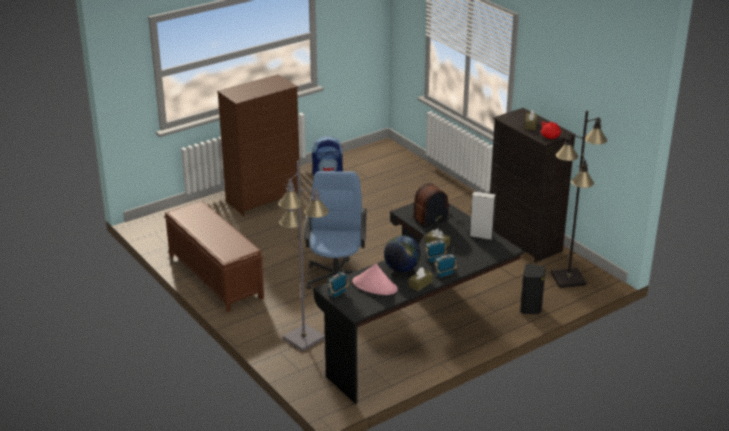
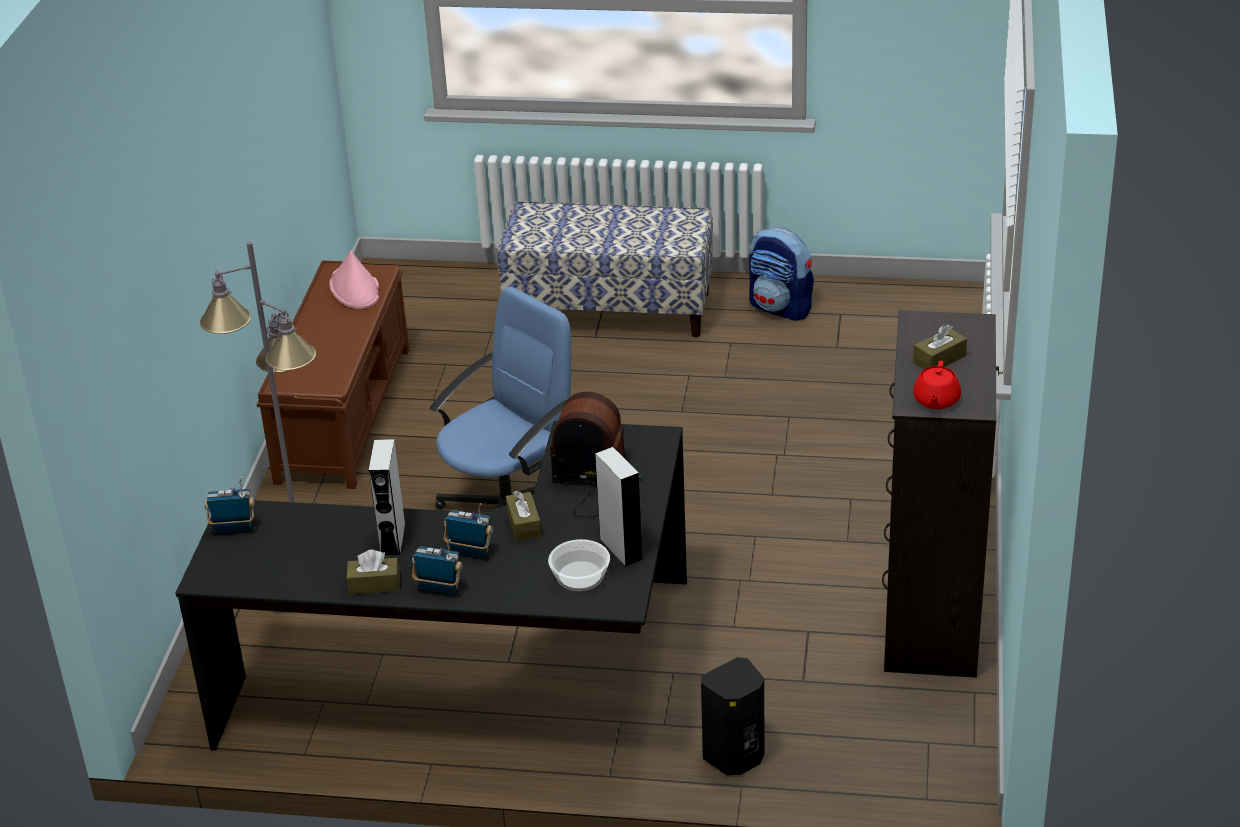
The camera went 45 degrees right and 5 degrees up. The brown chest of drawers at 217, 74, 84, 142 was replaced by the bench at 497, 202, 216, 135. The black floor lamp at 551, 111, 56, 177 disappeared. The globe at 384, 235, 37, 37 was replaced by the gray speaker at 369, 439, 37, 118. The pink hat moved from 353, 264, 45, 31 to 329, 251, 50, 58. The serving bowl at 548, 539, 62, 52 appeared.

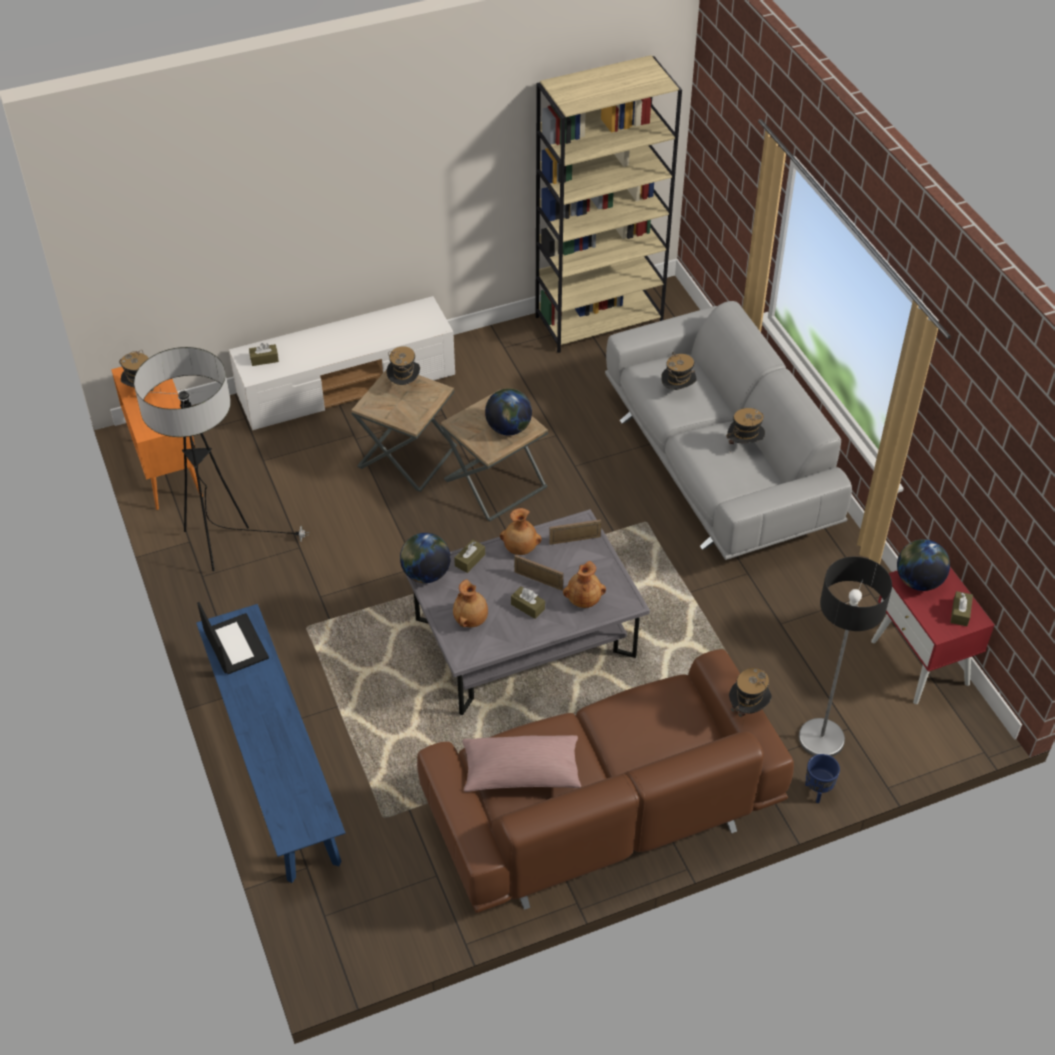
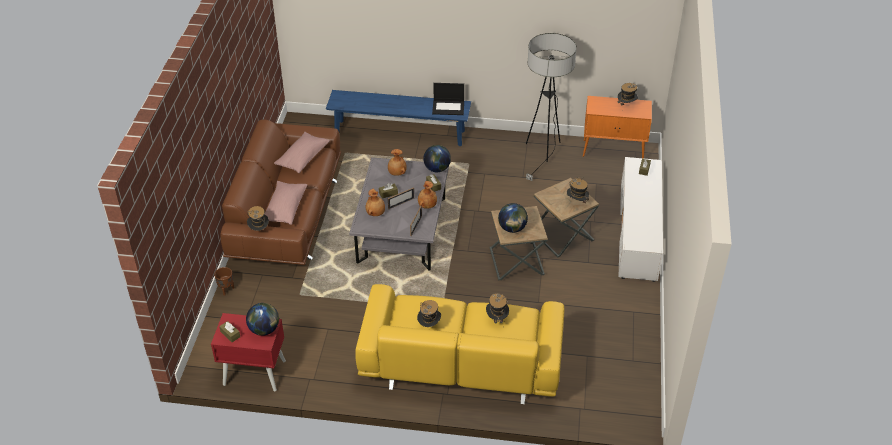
The camera went 120 degrees right and 5 degrees down. The beige-coloured bookshelf at 535, 55, 147, 298 disappeared. The gray couch at 605, 301, 247, 259 became the yellow couch at 355, 284, 209, 120. The floor lamp at 799, 557, 93, 200 disappeared. The blue flower pot at 805, 754, 35, 49 became the brown flower pot at 214, 267, 20, 29. The pink pillow at 265, 181, 42, 44 appeared.

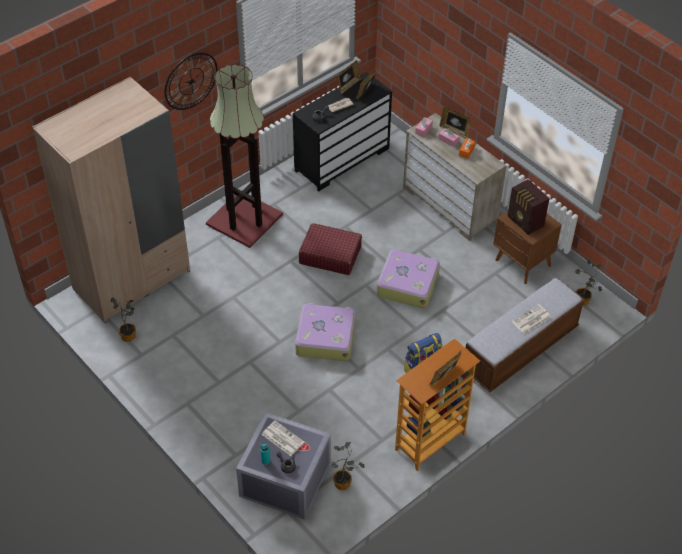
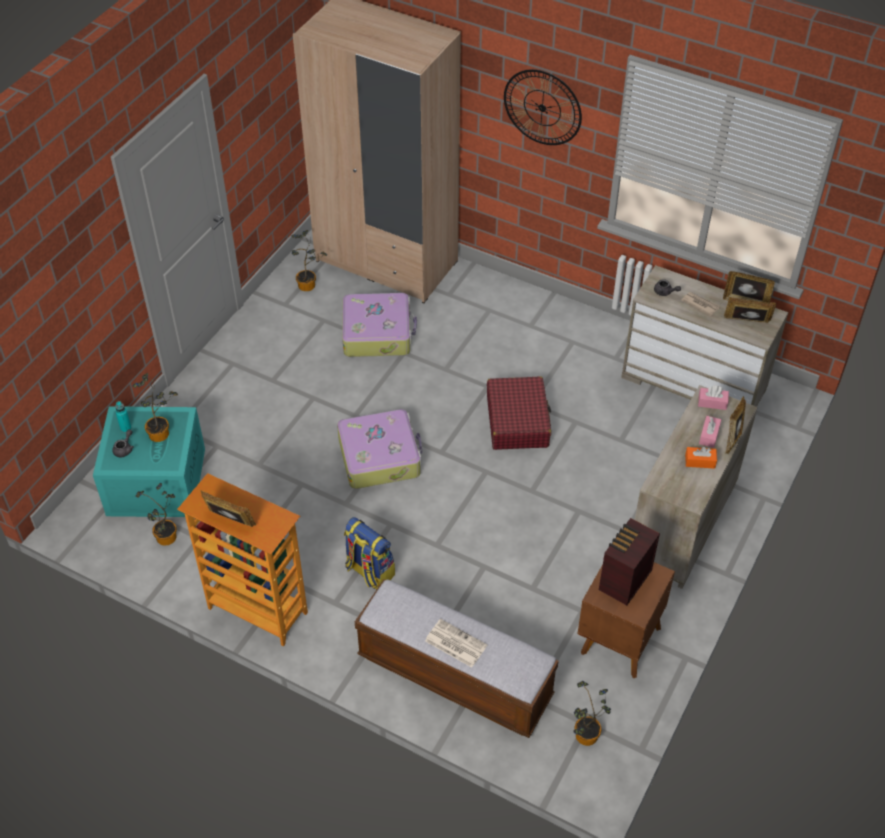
The camera went 70 degrees right and 0 degrees up. The floor lamp at 206, 64, 77, 184 disappeared. The black chest of drawers at 293, 72, 99, 119 became the beige-coloured chest of drawers at 621, 265, 167, 142. The piece of luggage moved from 377, 249, 63, 59 to 342, 293, 75, 64. The gray storage bin at 236, 412, 95, 108 became the turquoise-coloured storage bin at 93, 406, 112, 111. The printed paper at 262, 420, 42, 36 was replaced by the plant in a pot at 132, 373, 46, 69.

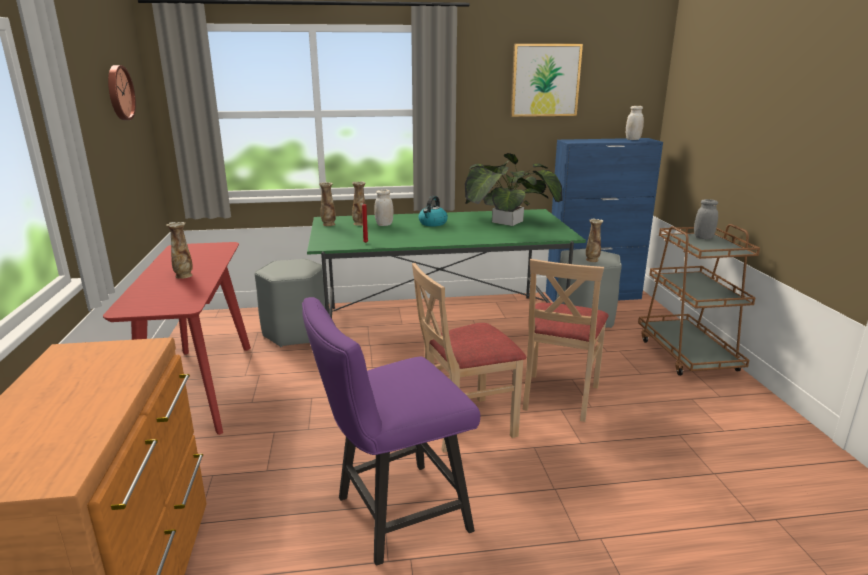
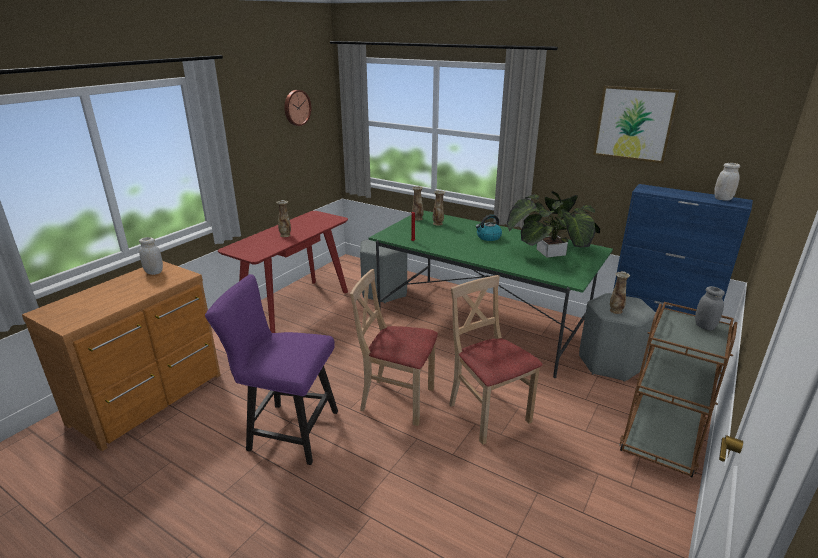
The camera went 40 degrees right and 5 degrees up. The white storage jar moved from 374, 190, 19, 36 to 139, 237, 24, 38. The beige-coloured upright chair at 523, 259, 86, 163 turned 90 degrees clockwise.

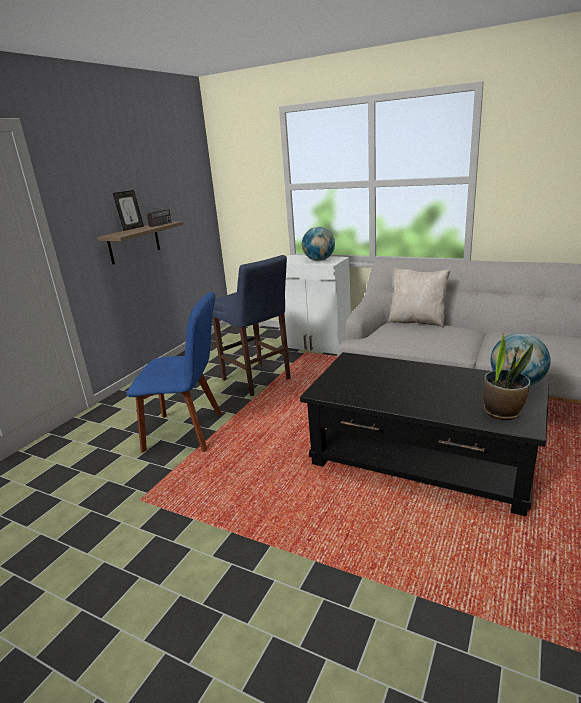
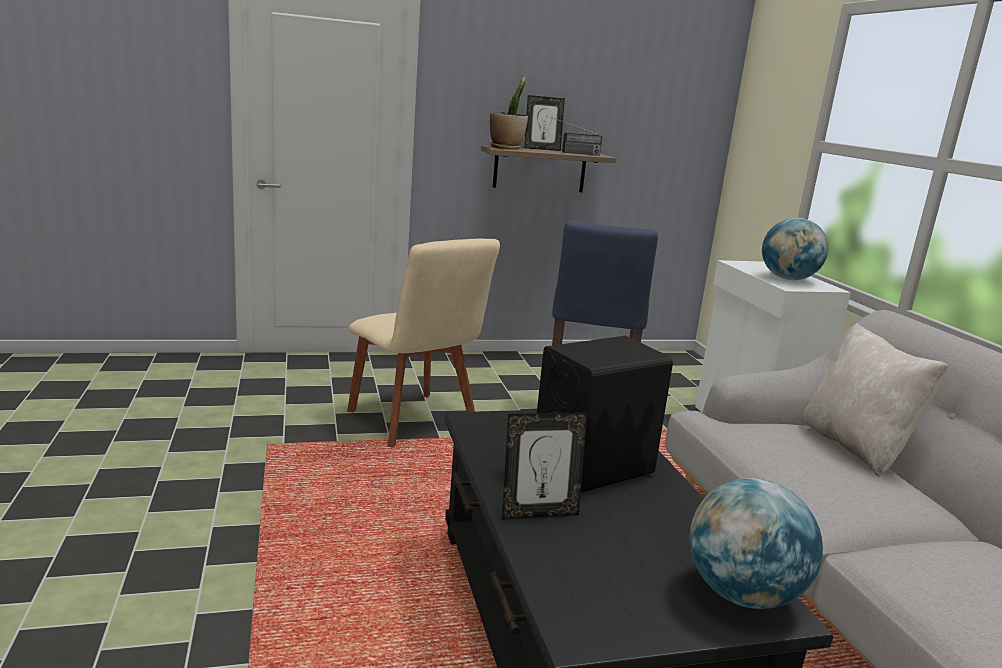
The camera went 45 degrees right and 5 degrees down. The blue upright chair at 126, 292, 96, 161 became the beige-coloured upright chair at 347, 239, 153, 208. The plant in a pot moved from 483, 333, 51, 87 to 490, 77, 38, 73. The black speaker at 537, 336, 136, 156 appeared. The picture frame at 502, 412, 85, 108 appeared.

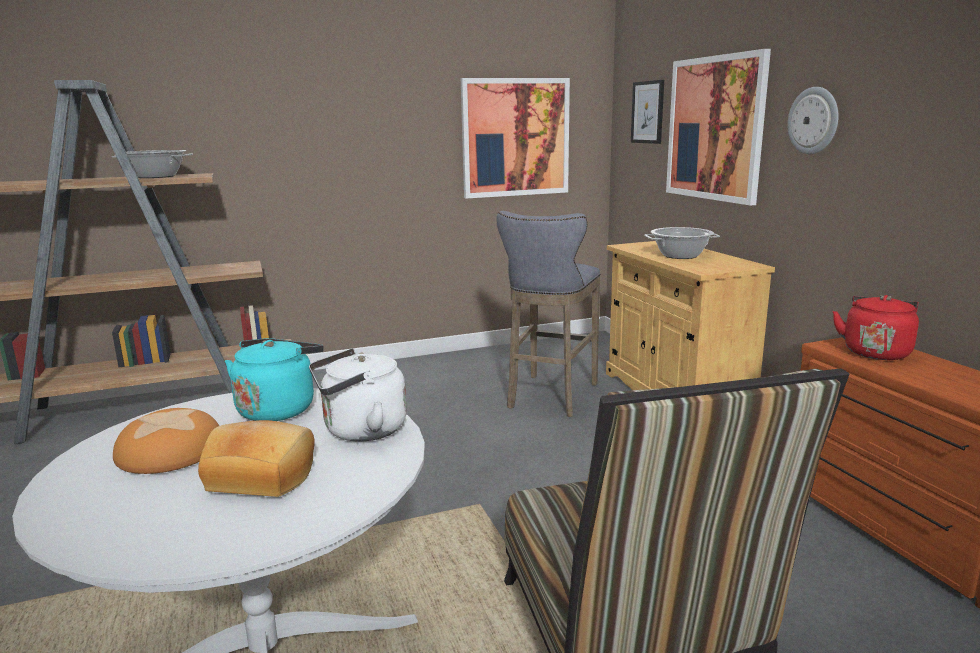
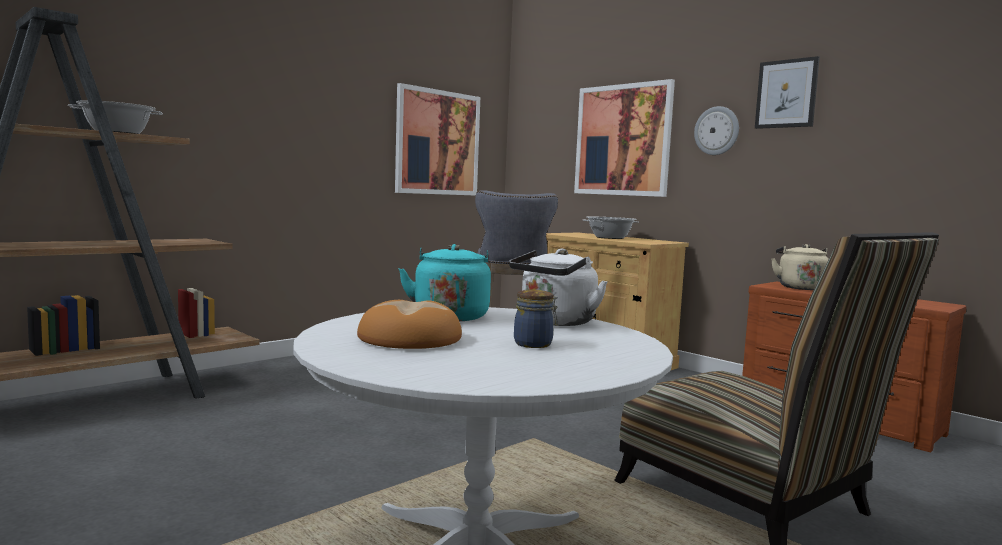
The camera went 25 degrees left and 10 degrees down. The wall picture moved from 631, 80, 33, 64 to 755, 56, 65, 73. The reddish kettle at 833, 295, 86, 65 became the beige-coloured kettle at 771, 244, 57, 46. The bread at 198, 420, 117, 77 was replaced by the storage jar at 514, 290, 44, 58.

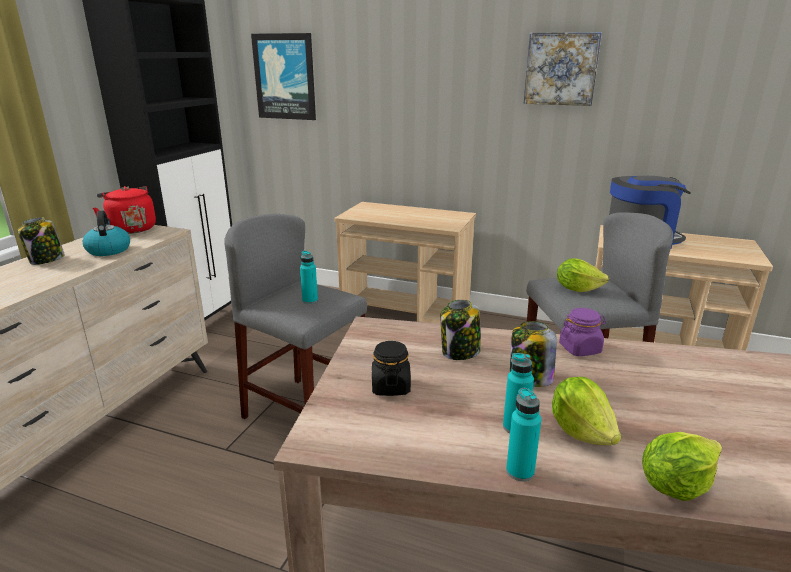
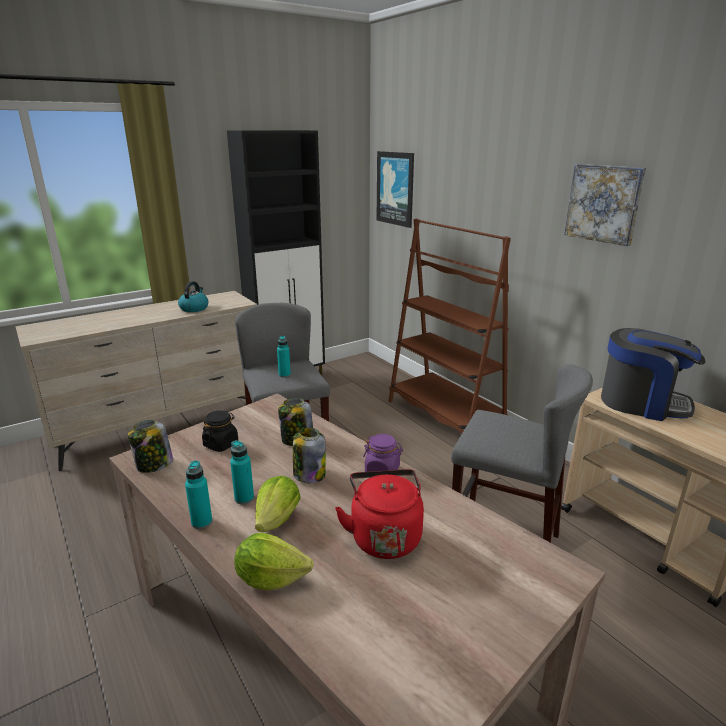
The camera went 35 degrees right and 0 degrees up. The reddish kettle moved from 93, 186, 63, 48 to 335, 469, 89, 90. The beige-coloured wheeled cart at 334, 202, 142, 122 was replaced by the brown bookshelf at 389, 219, 122, 215. The storage jar moved from 17, 217, 48, 48 to 128, 420, 45, 53. The lettuce at 557, 258, 52, 34 disappeared.

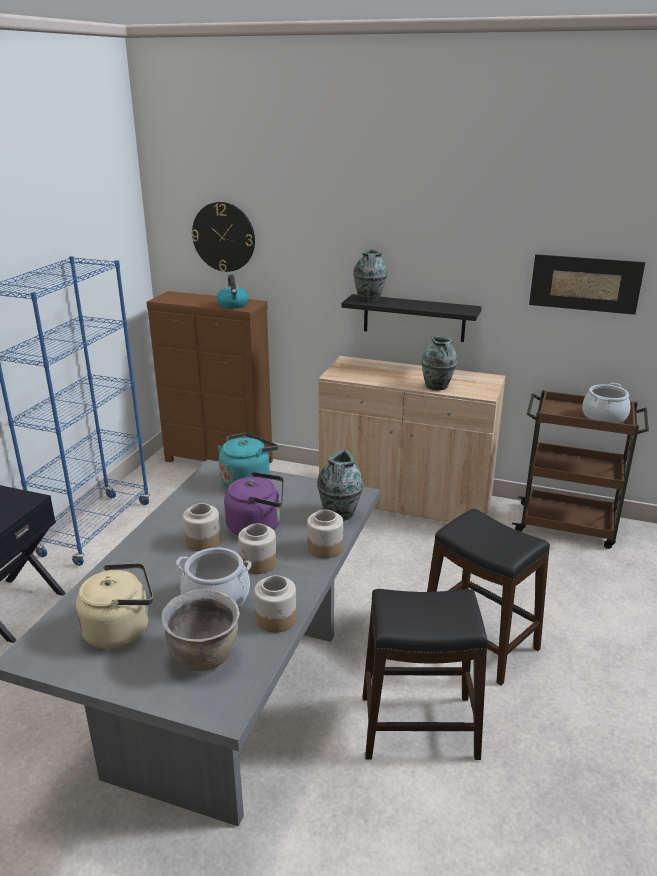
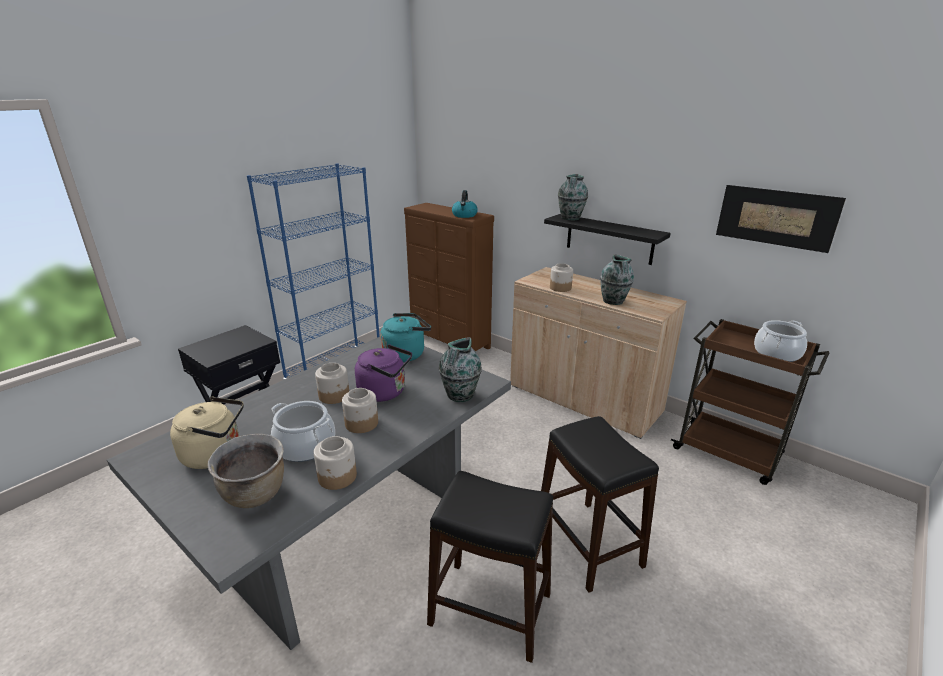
The camera went 20 degrees right and 0 degrees up. The clock on the wall at 191, 202, 64, 70 disappeared. The storage jar moved from 307, 510, 36, 49 to 550, 263, 23, 29.

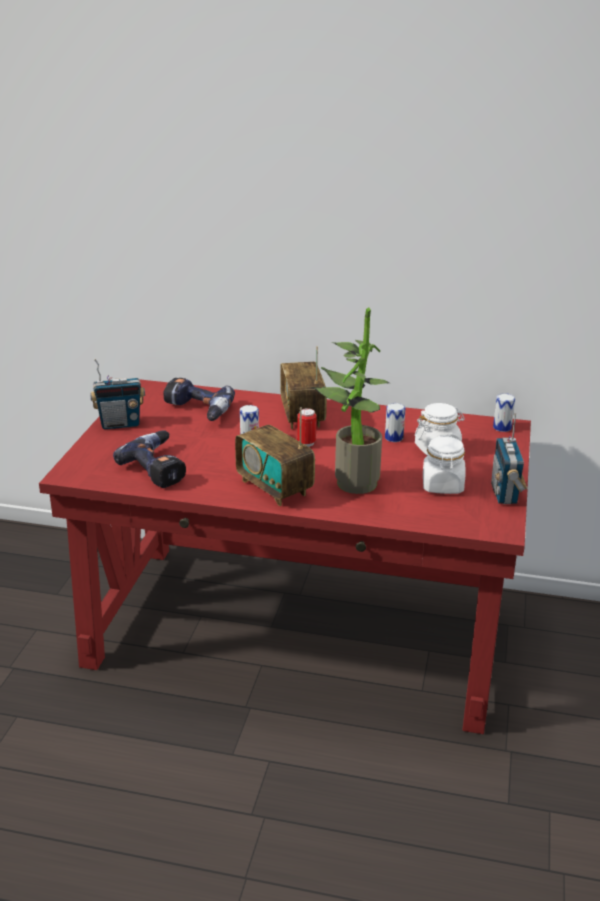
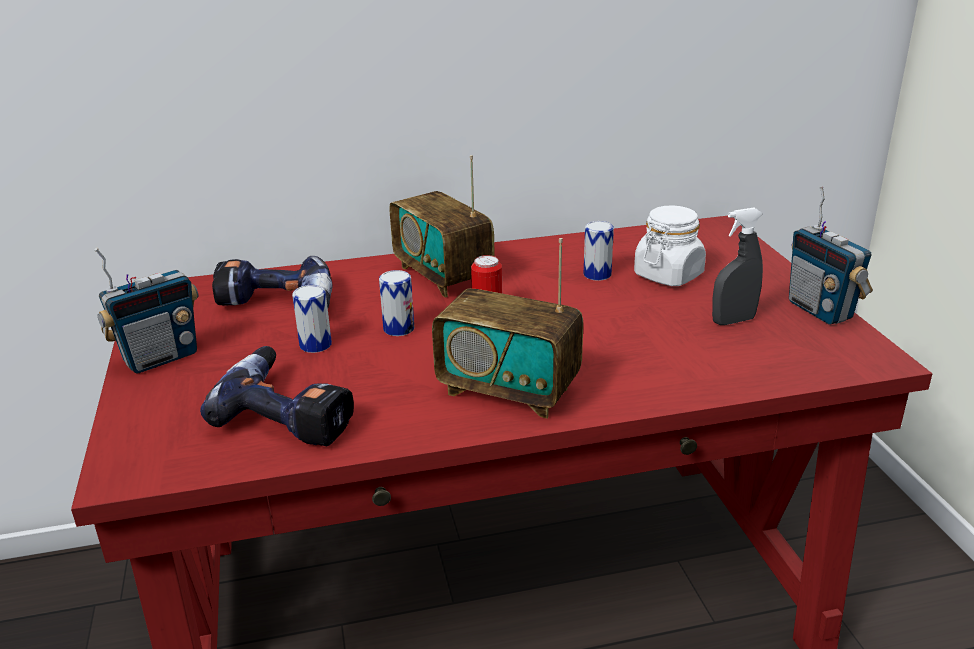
The camera went 25 degrees left and 0 degrees up. The plant in a pot at 311, 308, 78, 186 disappeared. The metal can moved from 493, 393, 22, 39 to 292, 285, 40, 68. The white storage jar at 423, 435, 43, 59 was replaced by the gray hand sprayer at 712, 208, 51, 117.

